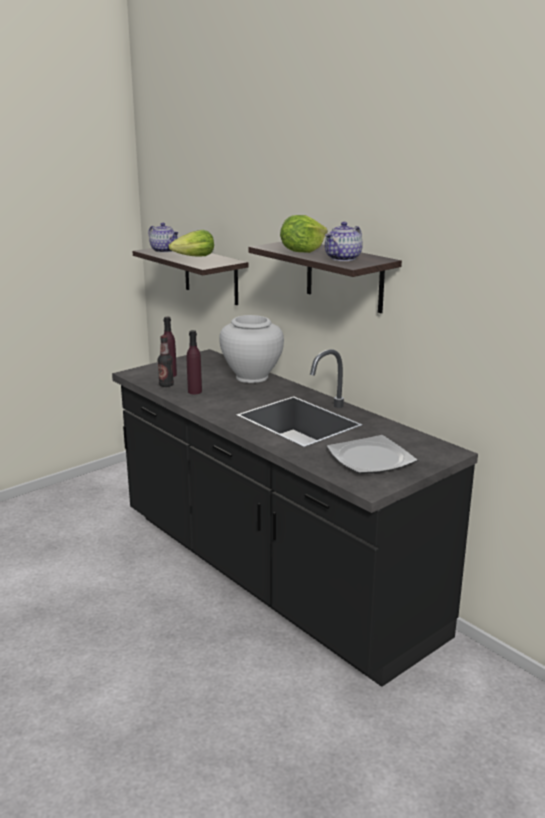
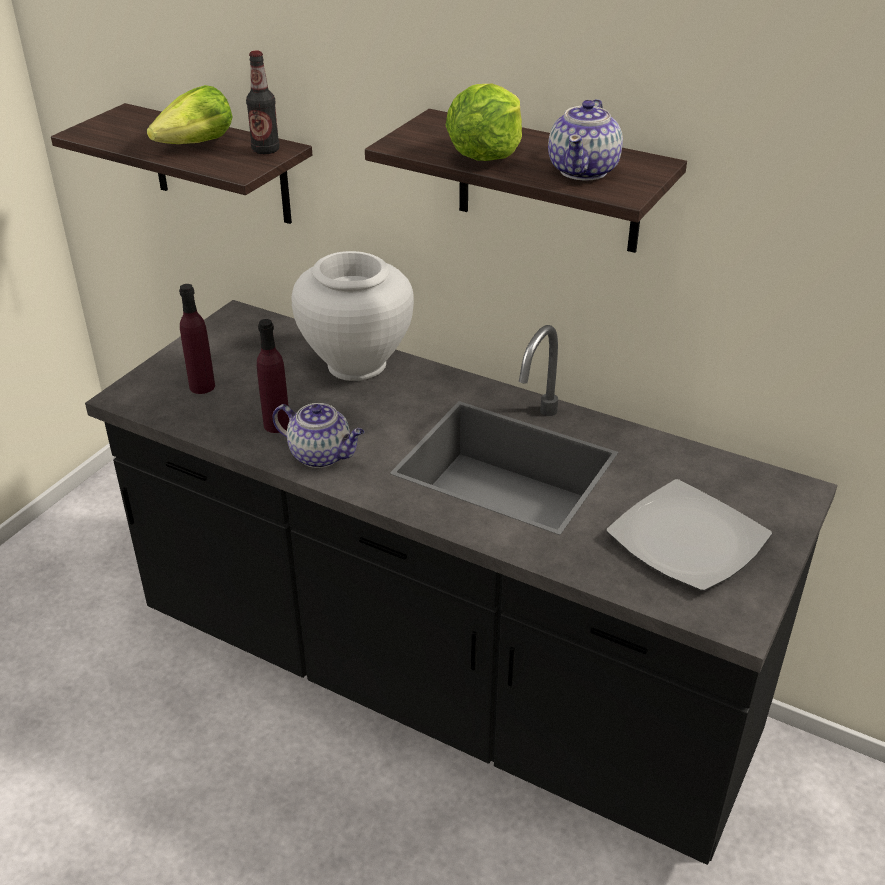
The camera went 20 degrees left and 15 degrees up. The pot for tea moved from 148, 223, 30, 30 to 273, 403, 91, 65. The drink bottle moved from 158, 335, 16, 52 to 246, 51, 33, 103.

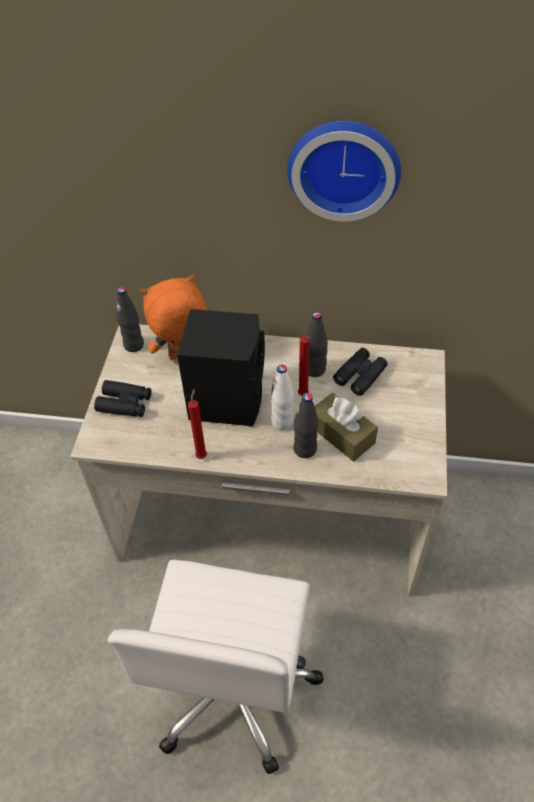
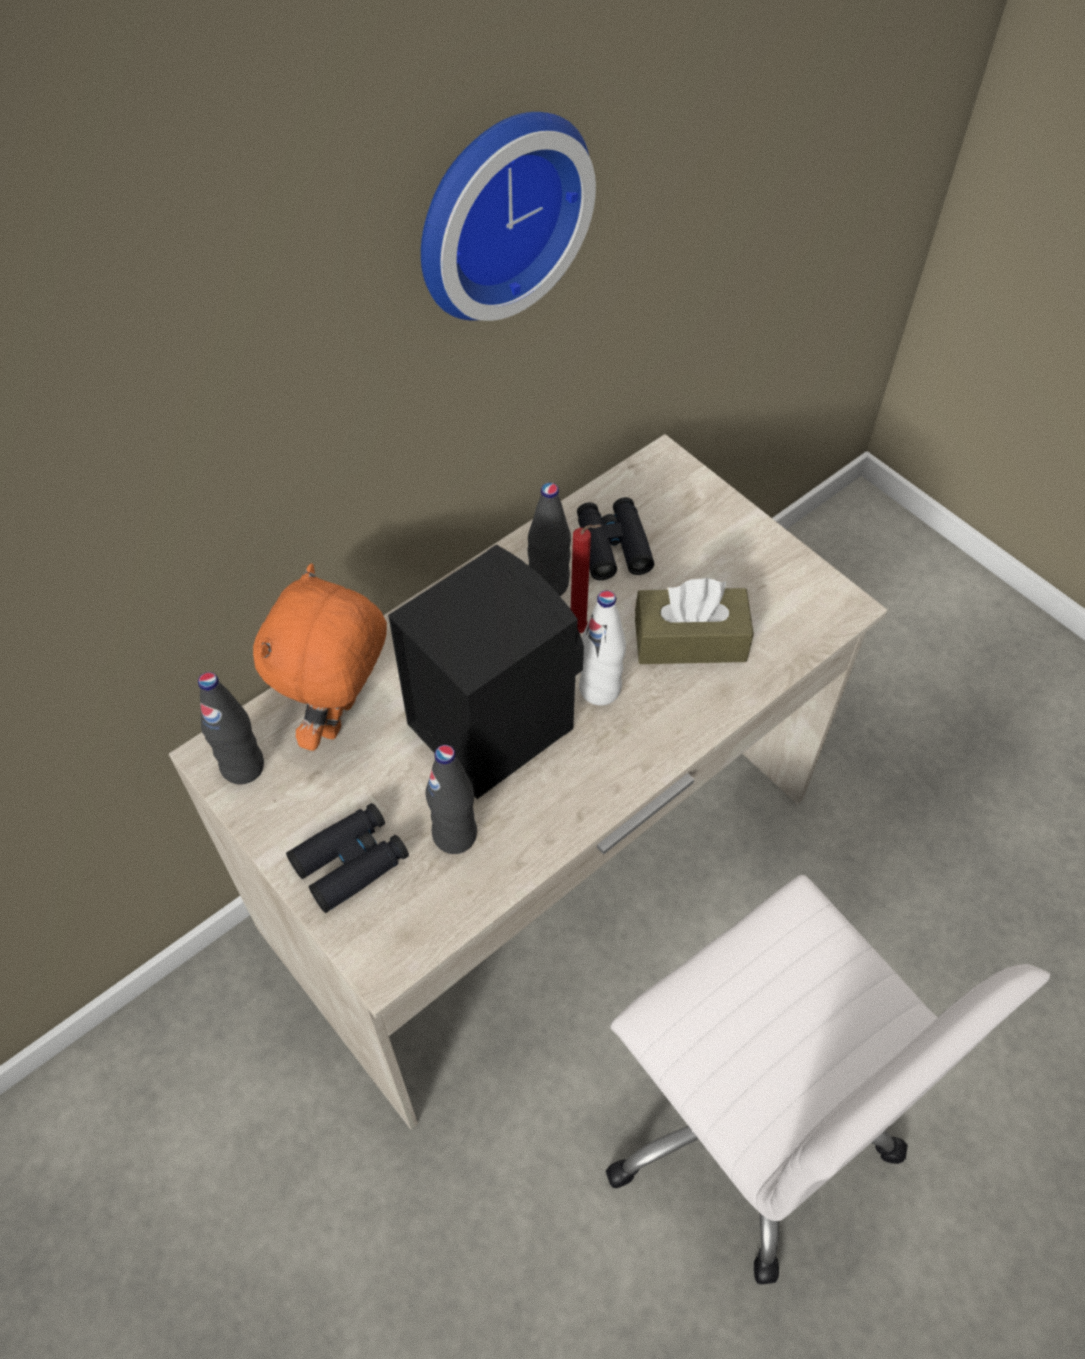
The camera went 50 degrees left and 5 degrees up. The reddish candle at 188, 389, 19, 70 disappeared. The black drink bottle moved from 294, 393, 25, 65 to 425, 745, 52, 109.

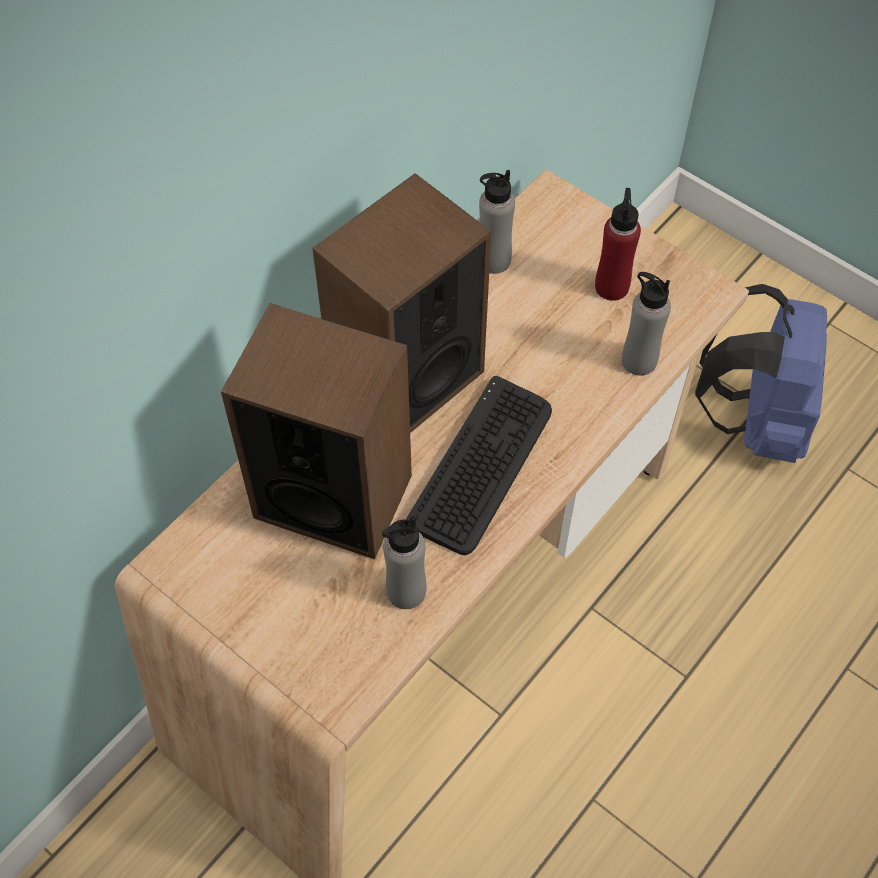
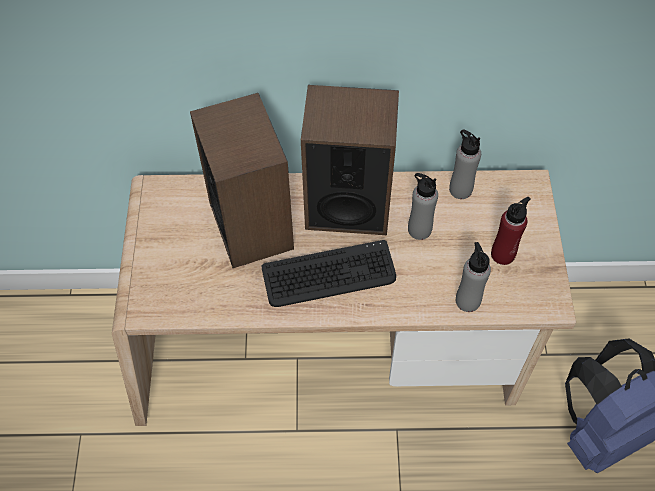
The camera went 50 degrees right and 0 degrees up. The gray drink bottle moved from 382, 516, 45, 93 to 408, 173, 30, 67.

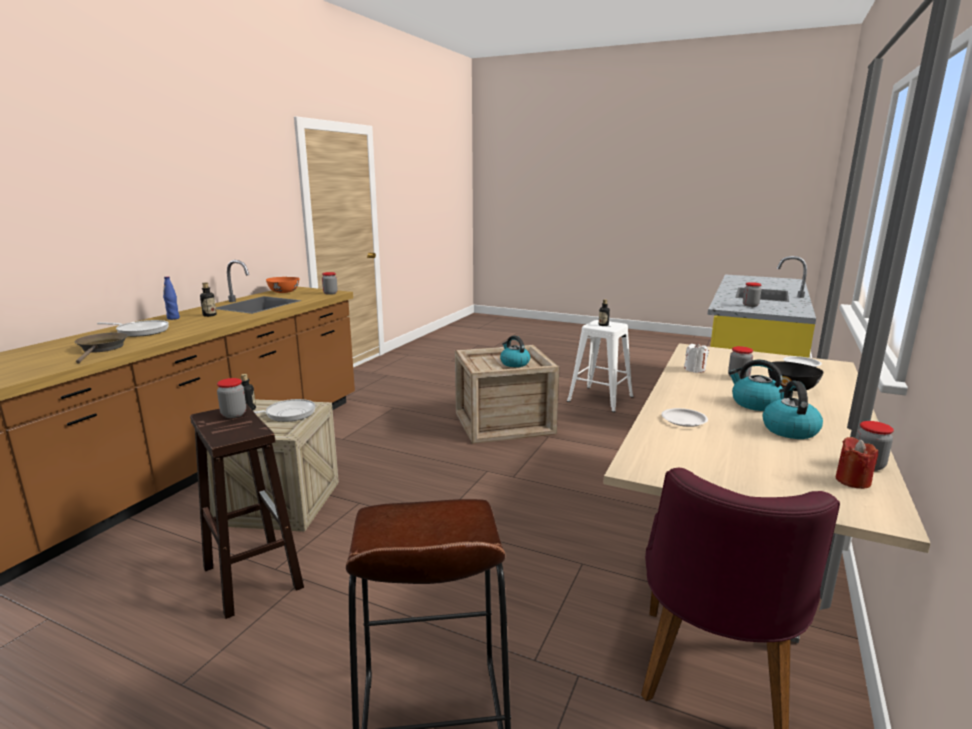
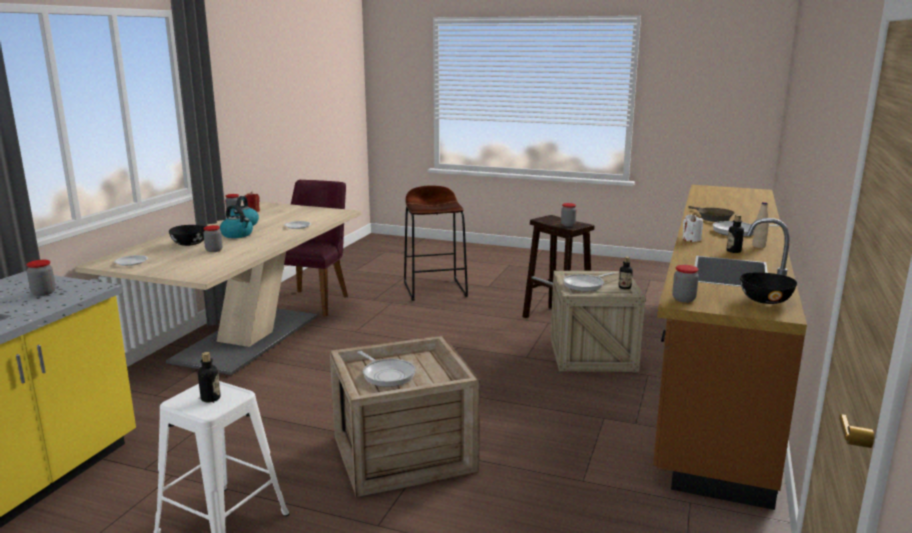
The camera went 175 degrees right and 0 degrees up. The blue drink bottle at 163, 276, 17, 44 became the beige-coloured drink bottle at 752, 202, 17, 46. The orangey serving bowl at 266, 277, 33, 16 became the black serving bowl at 740, 272, 57, 32. The kettle at 500, 336, 30, 31 was replaced by the frying pan at 357, 351, 58, 36. The white candle moved from 684, 342, 25, 31 to 683, 214, 20, 28.

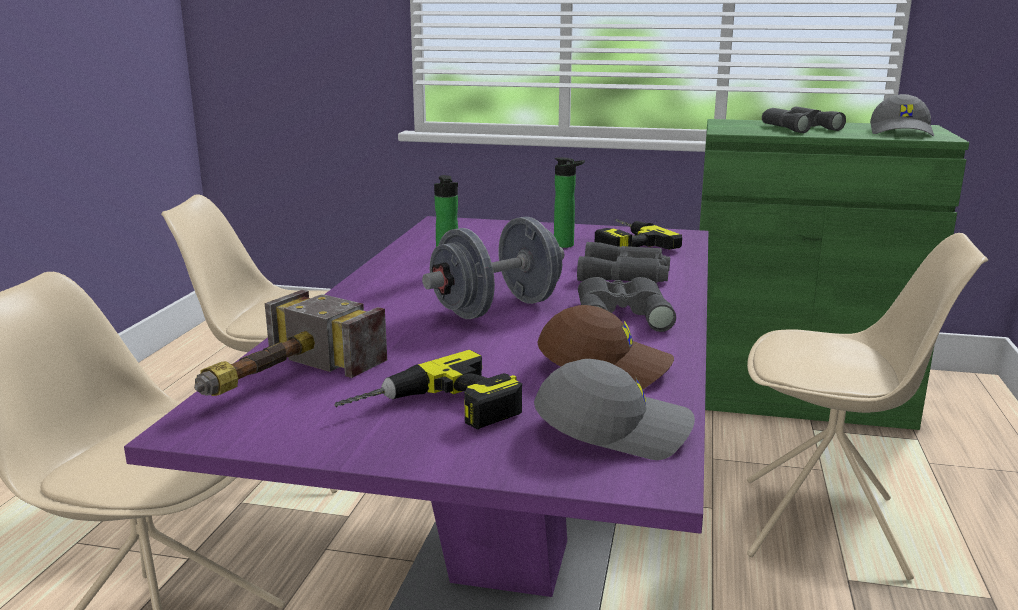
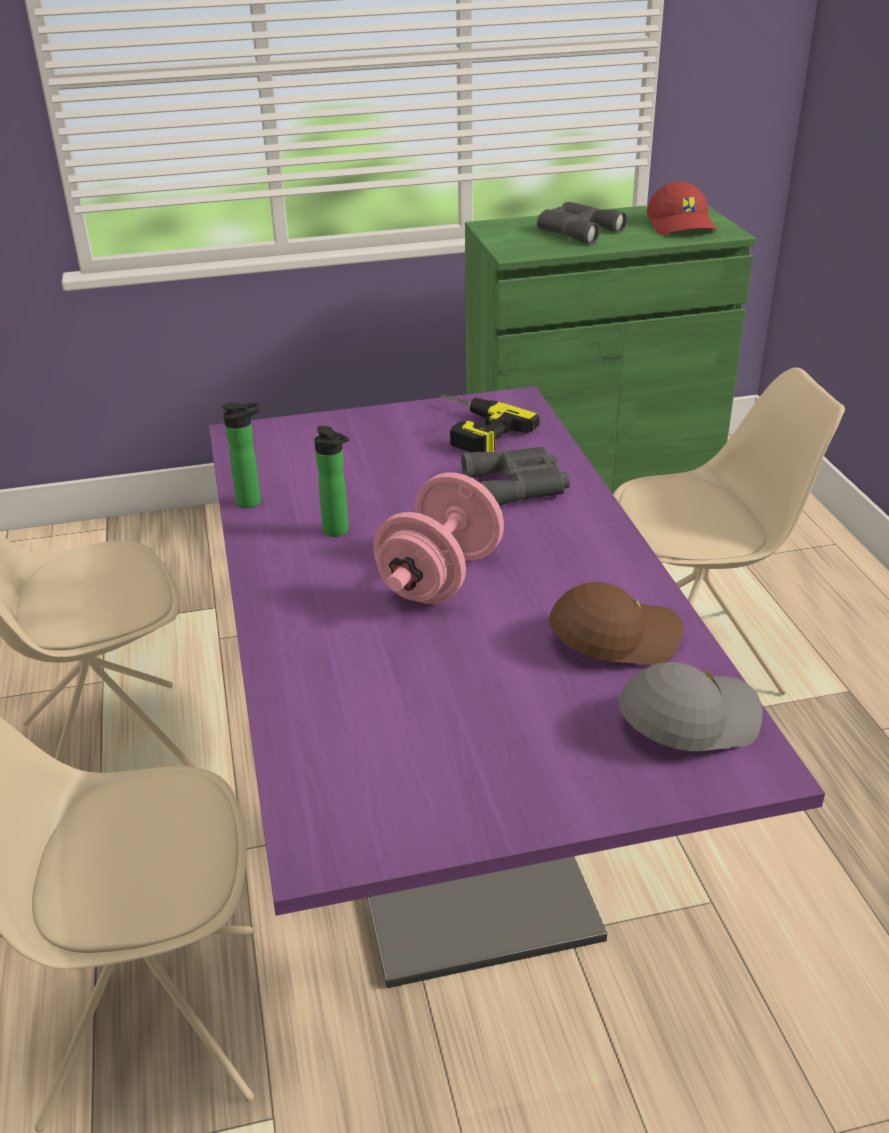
The camera went 25 degrees left and 15 degrees up. The gray baseball cap at 870, 94, 64, 42 became the reddish baseball cap at 647, 181, 70, 54. The drink bottle moved from 554, 157, 31, 91 to 221, 402, 40, 106. The gray dumbbell at 422, 217, 142, 102 became the pink dumbbell at 373, 472, 131, 132. The gray binoculars at 578, 277, 98, 55 disappeared. The hammer at 194, 290, 193, 106 disappeared. The drill at 334, 350, 188, 79 disappeared.

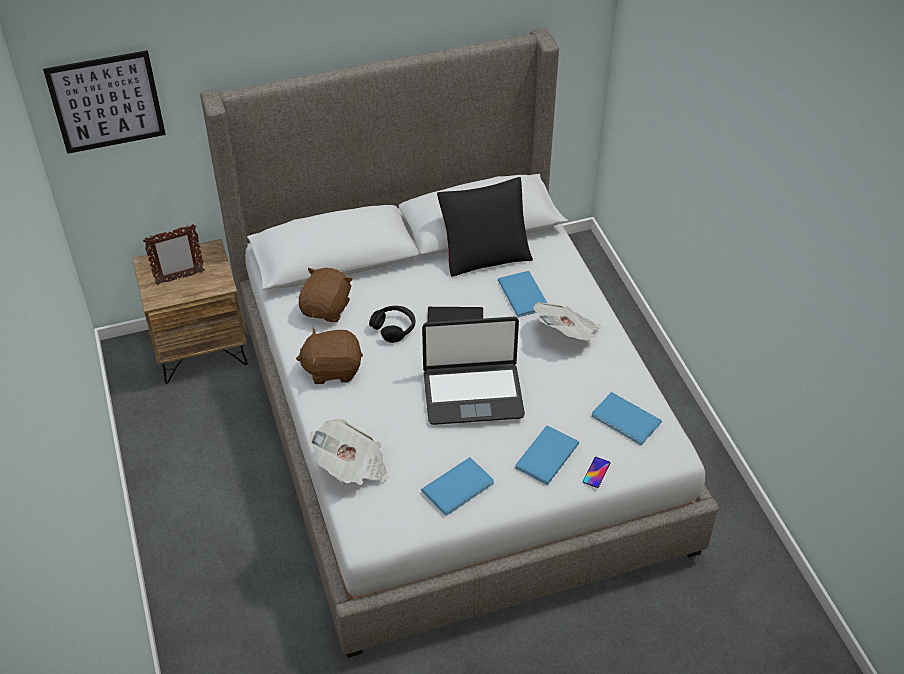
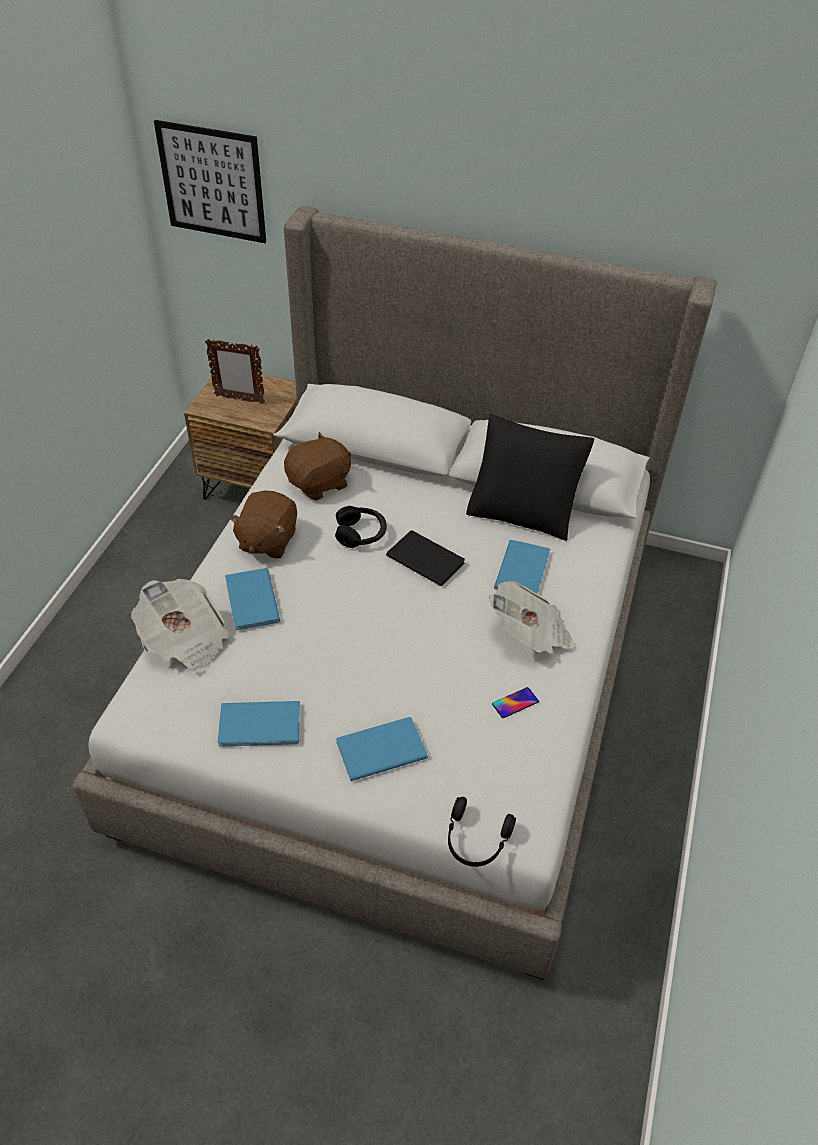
The camera went 35 degrees right and 0 degrees up. The portable computer at 422, 317, 103, 108 disappeared. The brown plush toy at 296, 328, 67, 56 turned 105 degrees counterclockwise. The blue bound book moved from 592, 392, 70, 53 to 225, 568, 55, 62. The phone moved from 583, 457, 27, 31 to 492, 687, 47, 31. The black headphones at 448, 797, 68, 70 appeared.

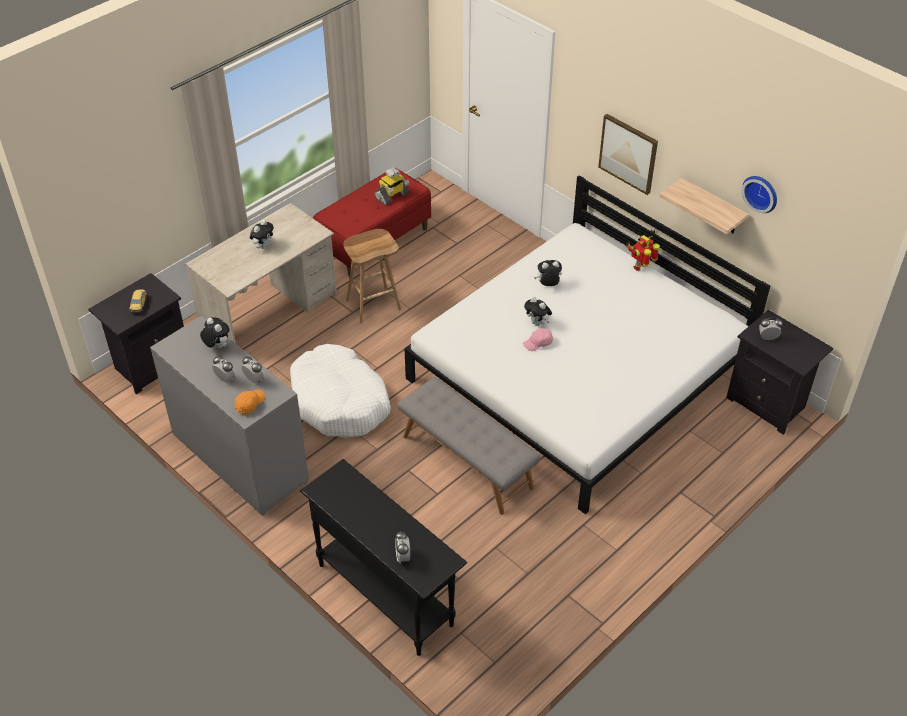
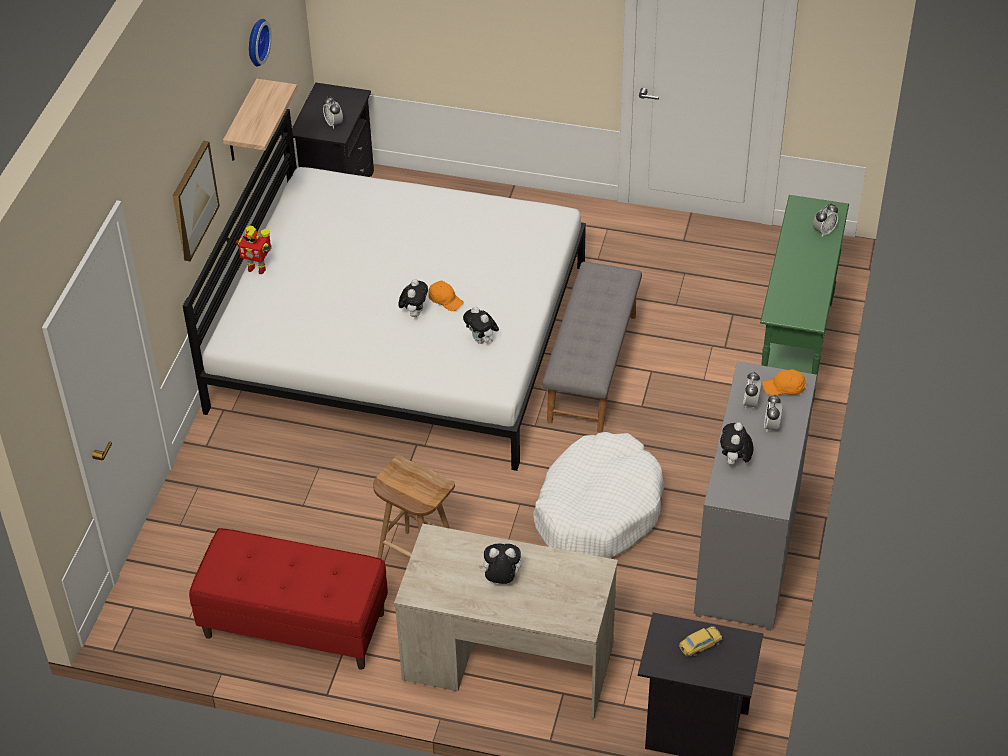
The camera went 120 degrees left and 0 degrees up. The robot figure at 375, 167, 34, 38 disappeared. The plush toy moved from 534, 260, 28, 26 to 463, 306, 36, 38. The pink baseball cap at 523, 328, 30, 23 became the orangey baseball cap at 428, 281, 36, 30. The black hall table at 300, 459, 167, 197 became the green hall table at 760, 195, 89, 211.

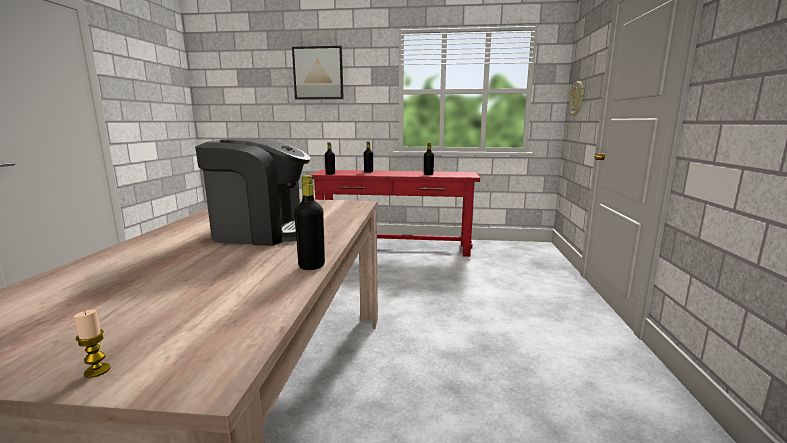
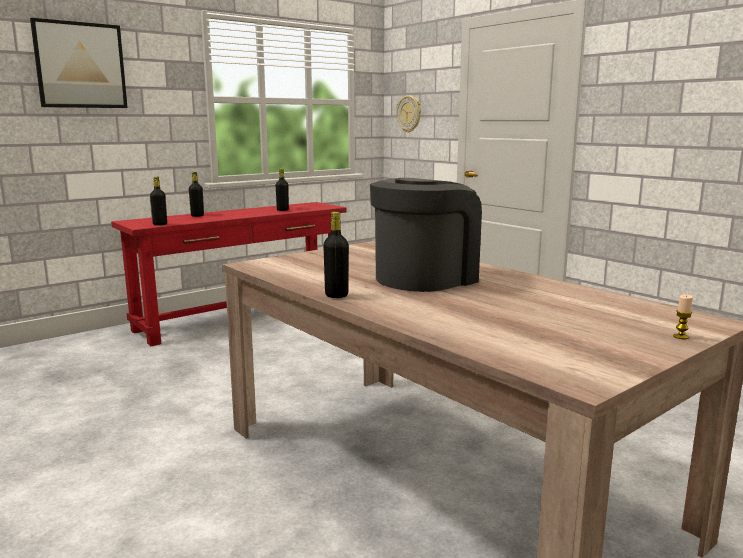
The camera went 45 degrees left and 0 degrees up. The black drink bottle moved from 294, 175, 31, 95 to 323, 212, 26, 86.

